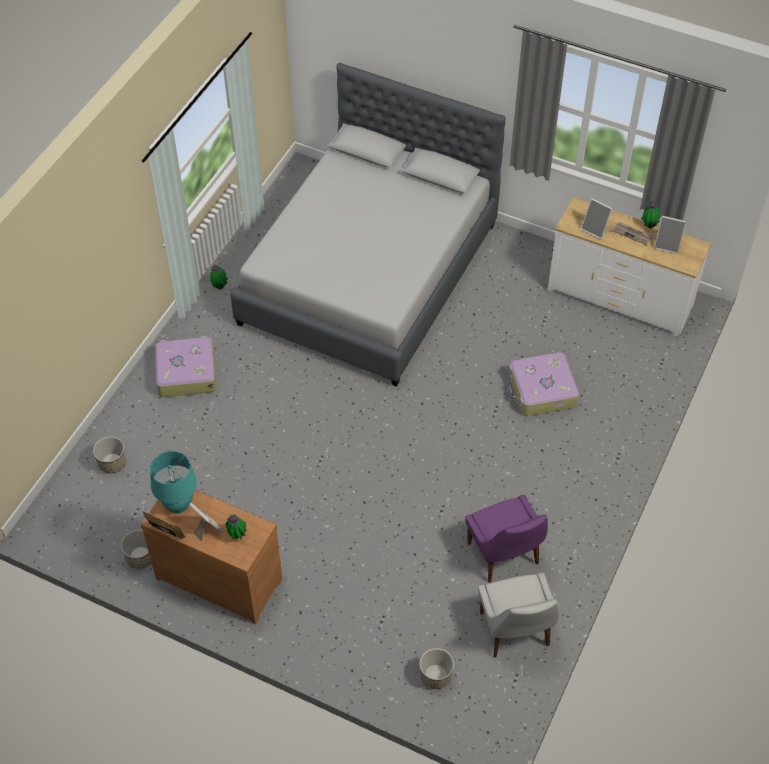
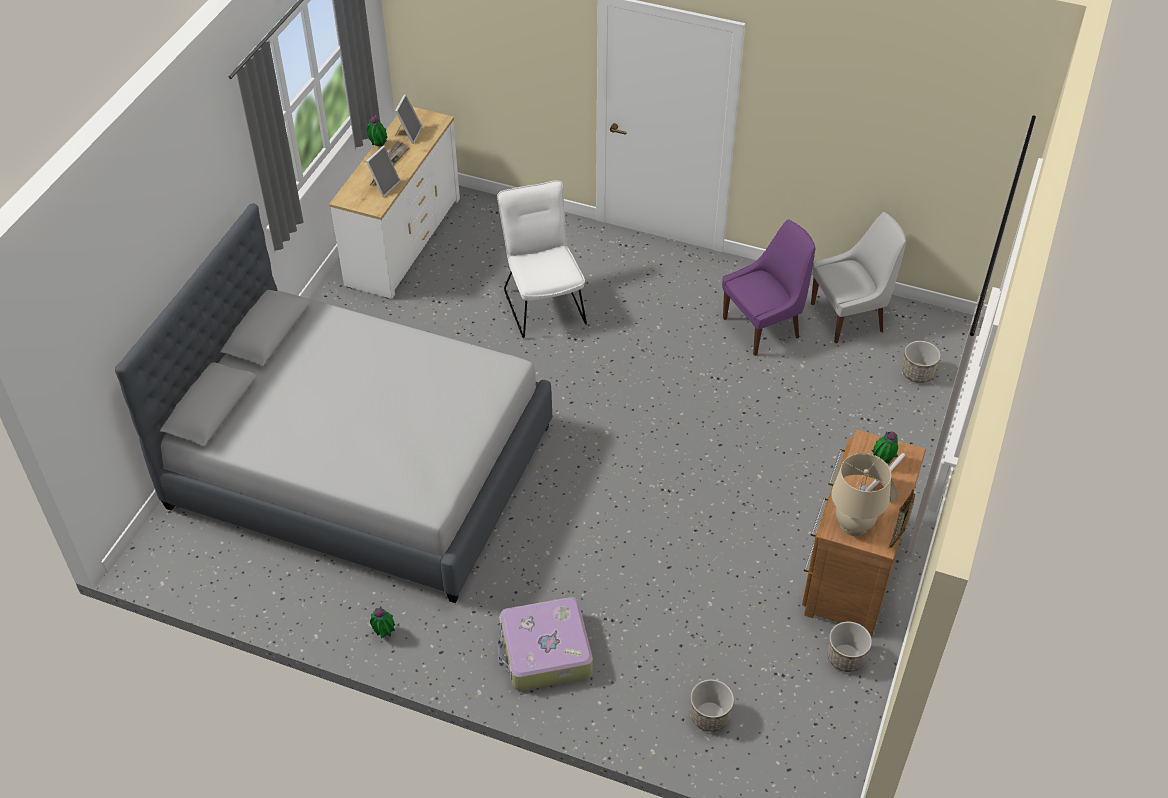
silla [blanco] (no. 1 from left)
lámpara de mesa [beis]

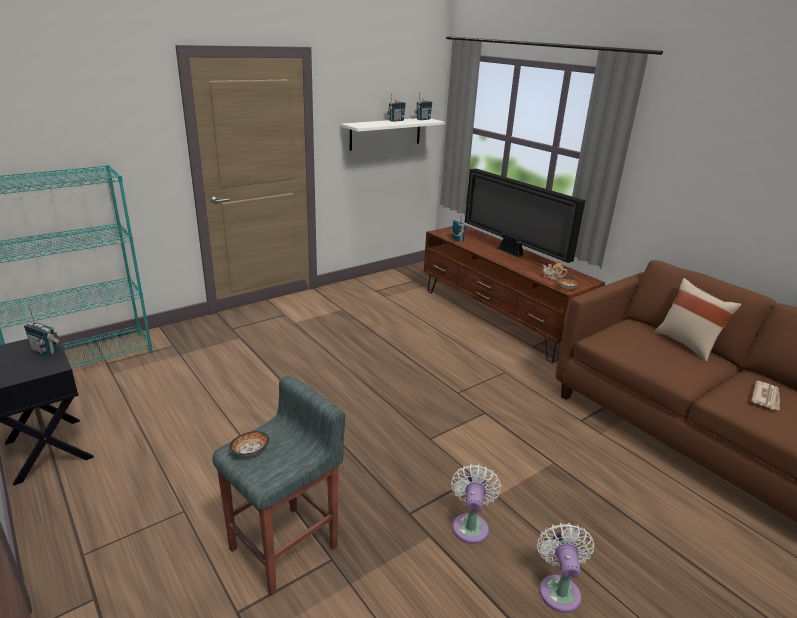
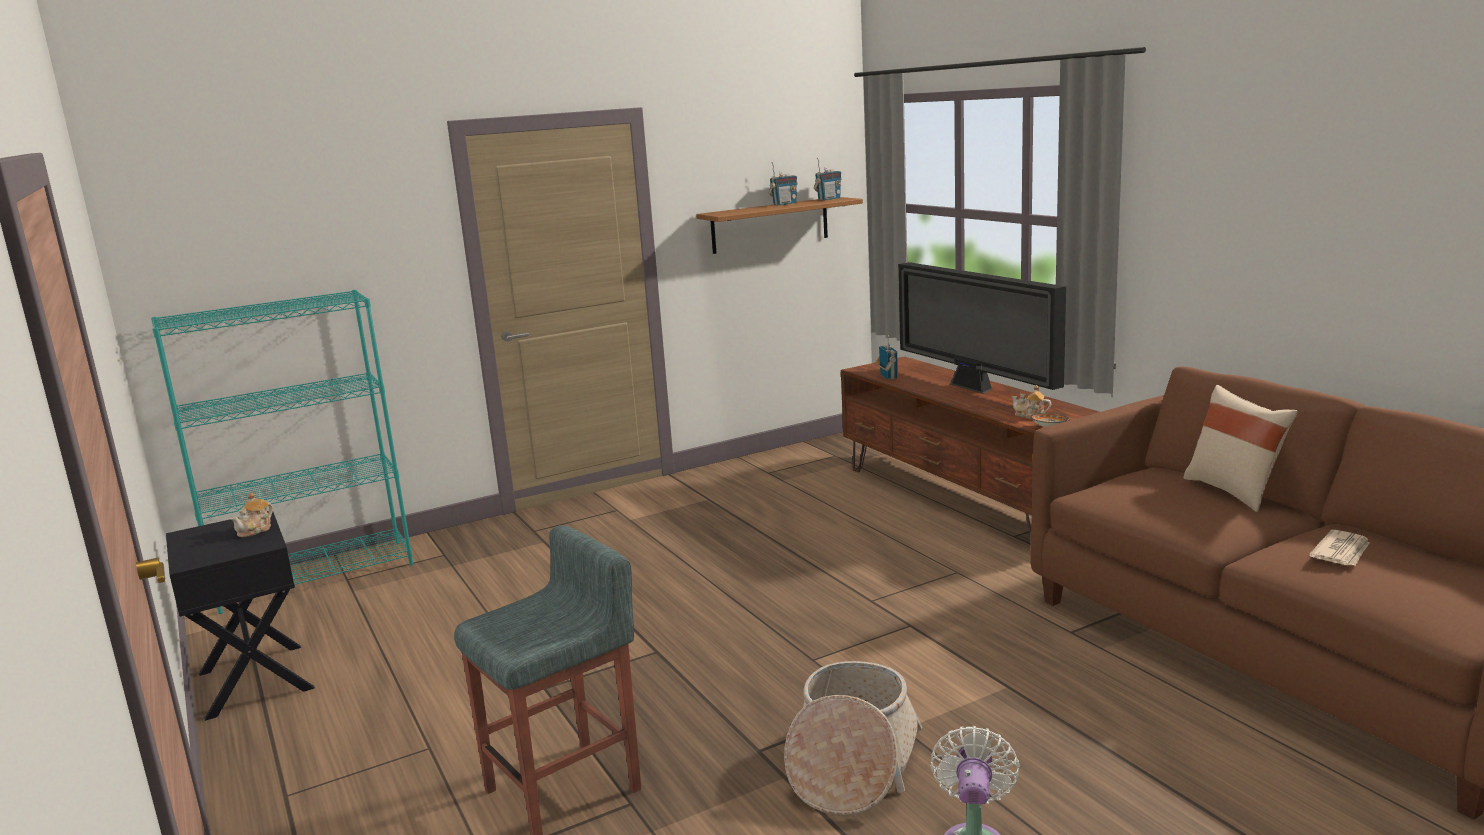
tetera (no. 1 from left)
estante [marrón]
cesta
cuenco (no. 1 from left in the first image)

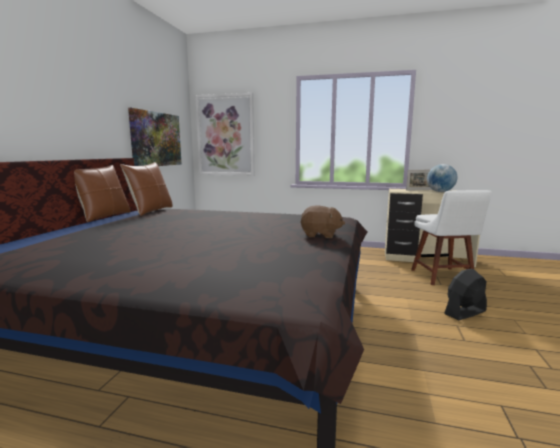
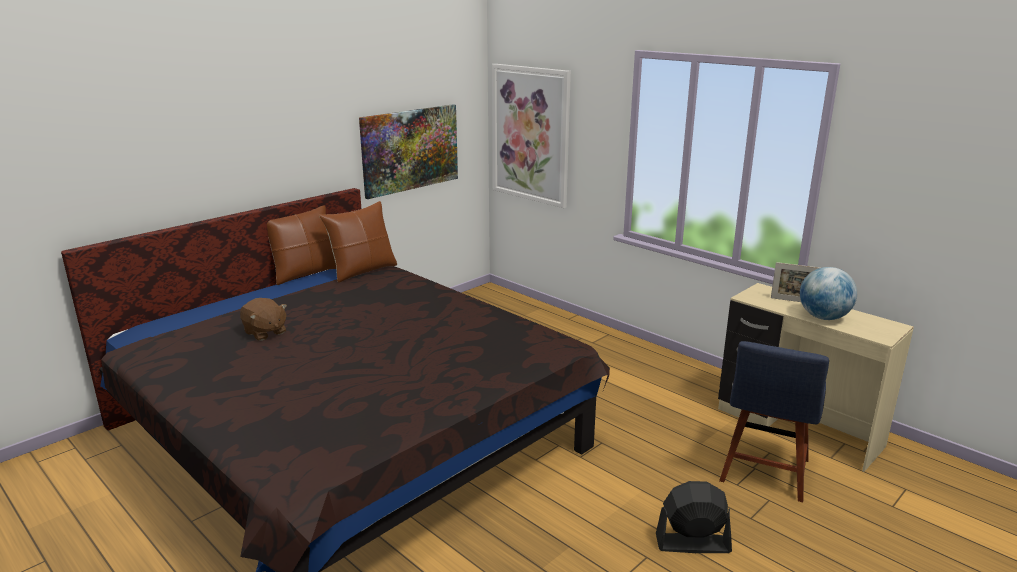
peluche [marrón]
silla [azul]

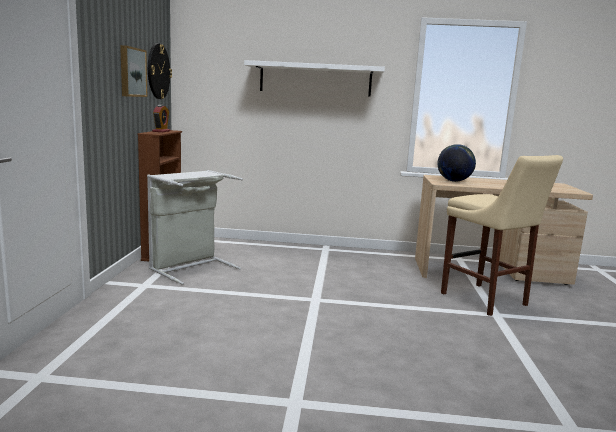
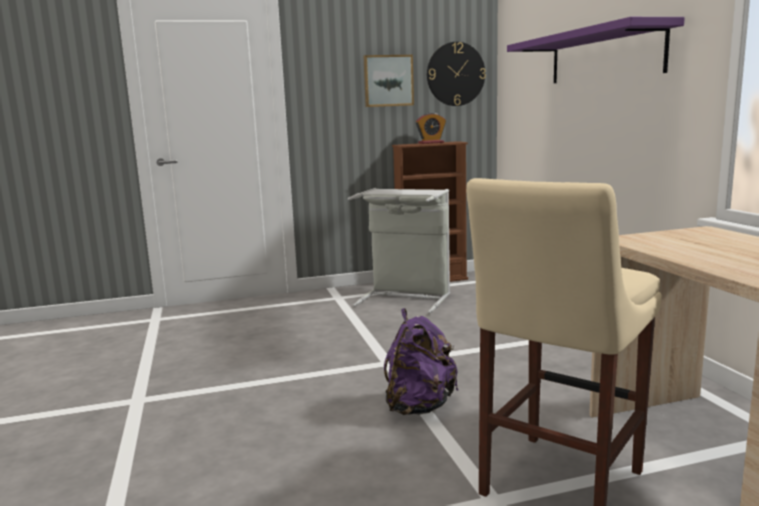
mochila [morado]
estante [morado]
globo terráqueo

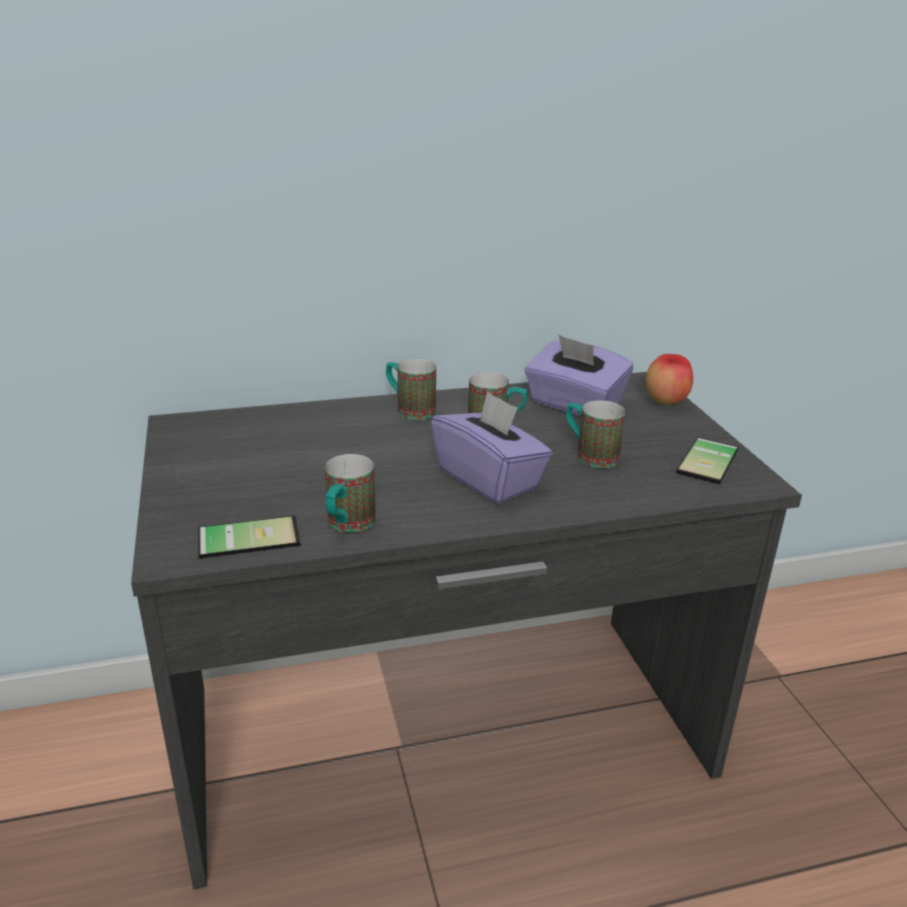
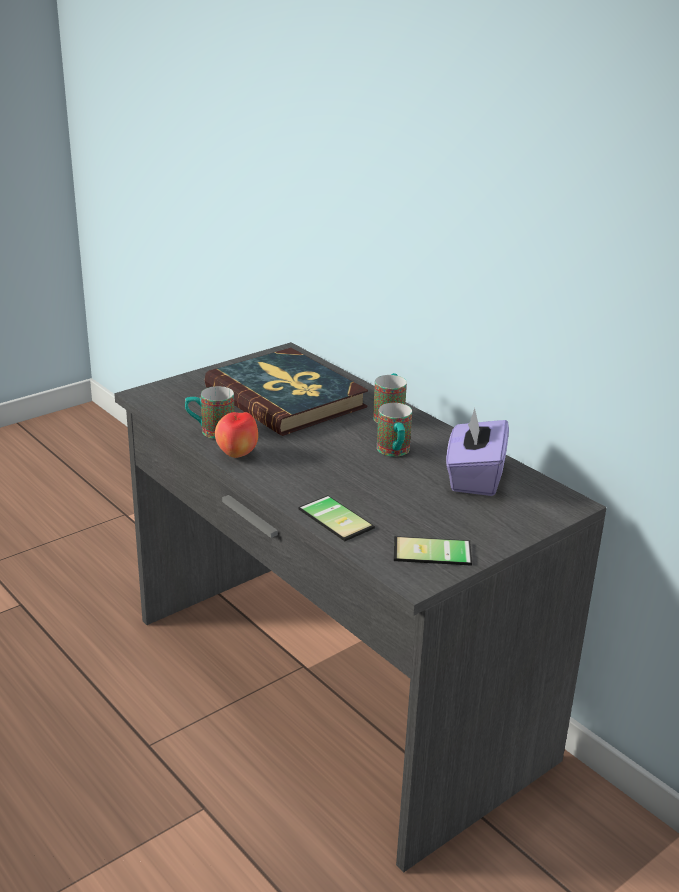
libro
manzana
móvil (no. 1 from left)
caja de pañuelos [morado] (no. 1 from left in the first image)
taza grande (no. 4 from left in the first image)

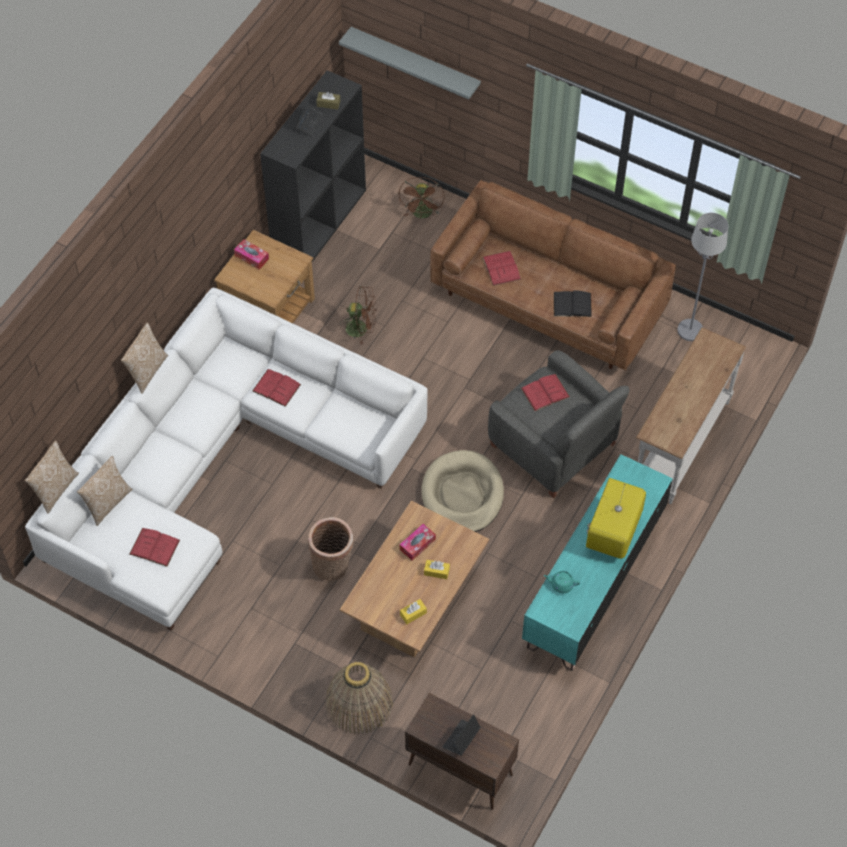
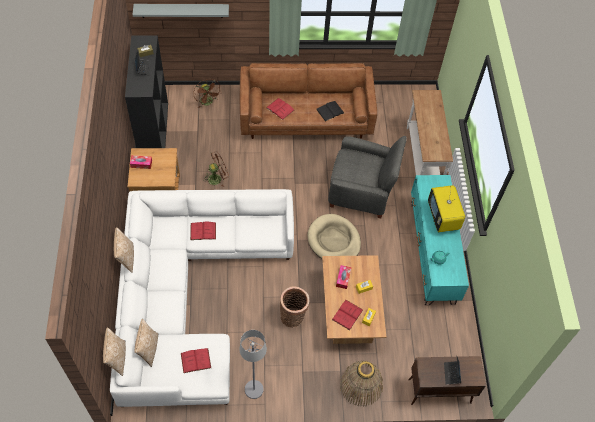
lámpara de pie [gris]
libro [rojo] (no. 4 from left)

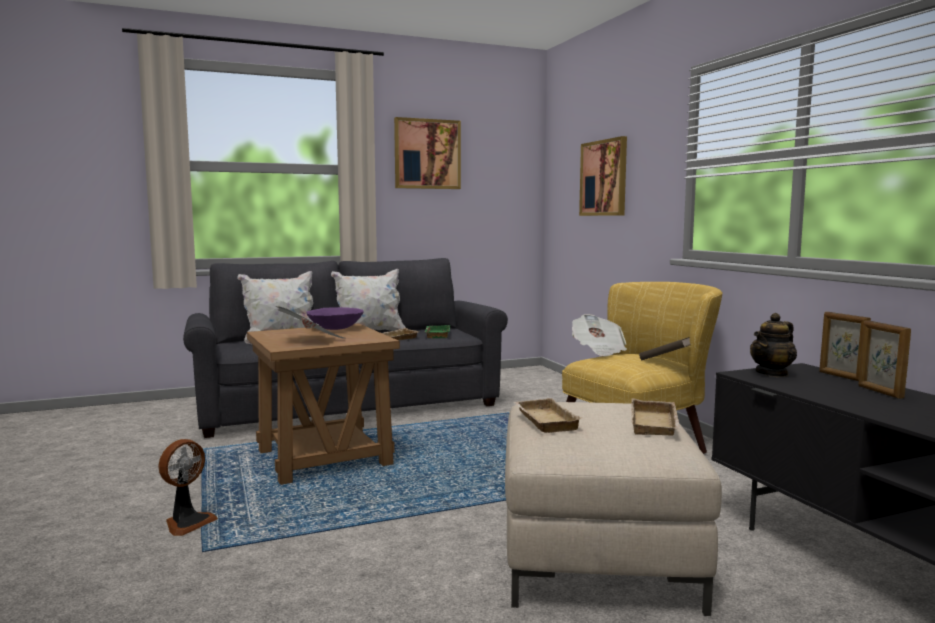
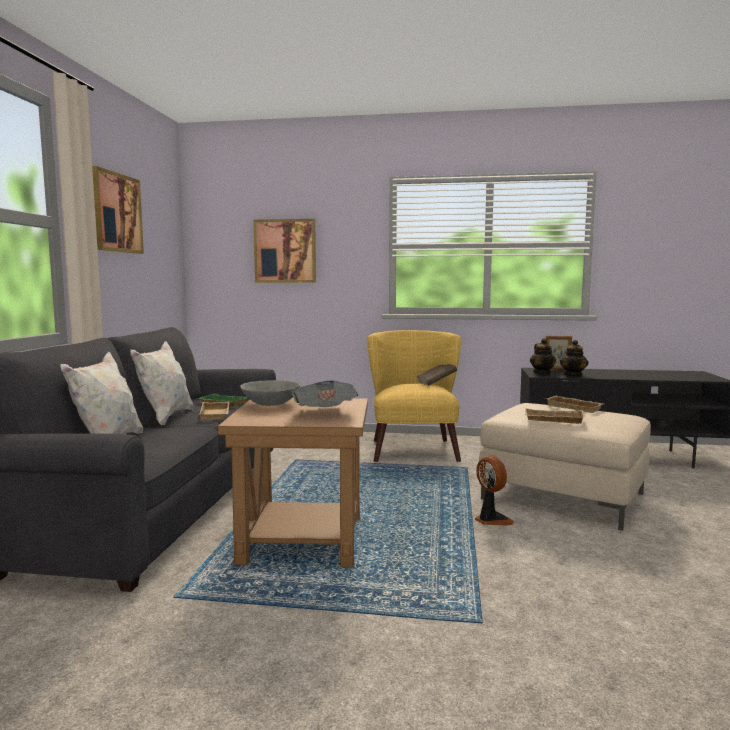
cuenco [gris]
ventilador
tetera (no. 2 from left)
periódico (no. 2 from left in the first image)
portarretratos (no. 2 from left in the first image)

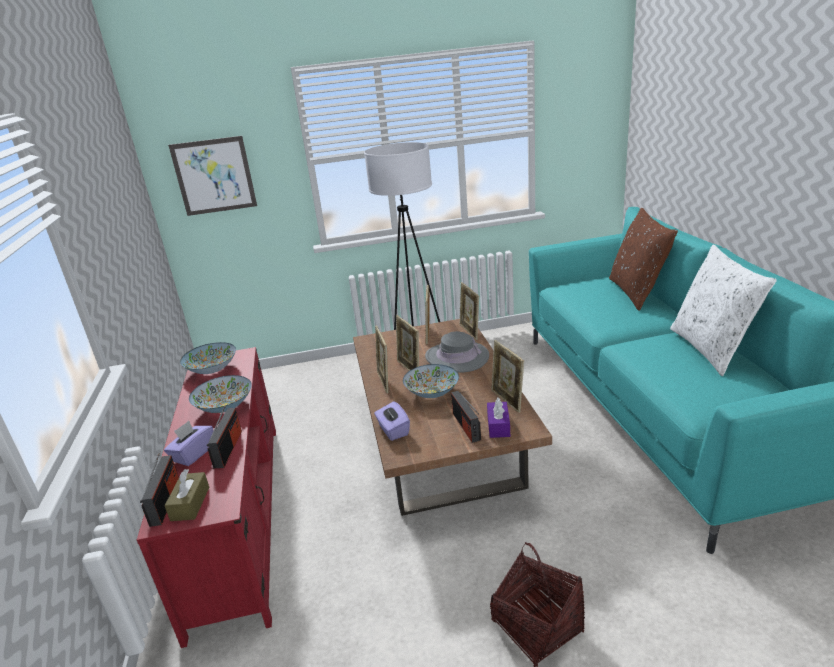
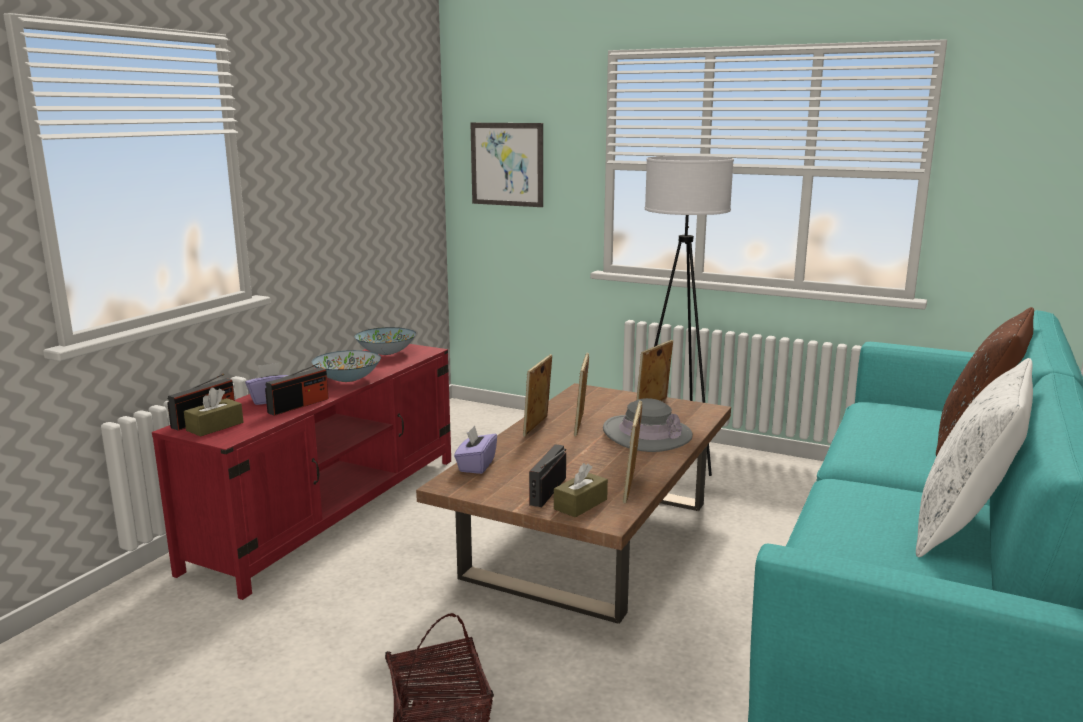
caja de pañuelos [marrón] (no. 2 from left)
cuenco (no. 3 from left in the first image)
portarretratos (no. 4 from left in the first image)

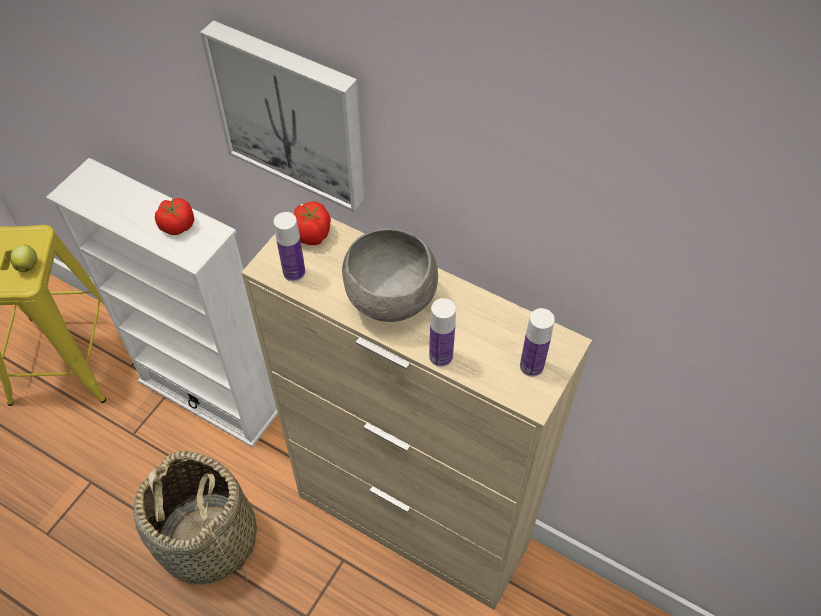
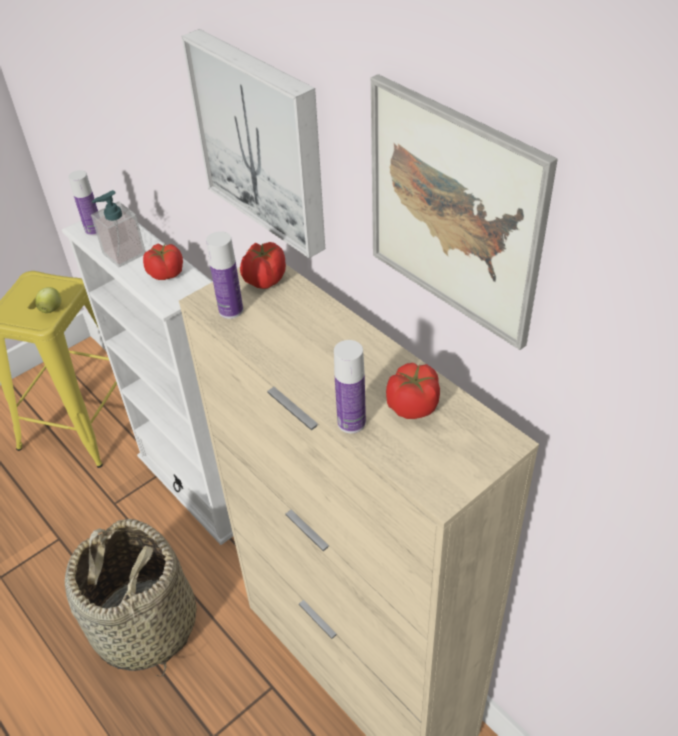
botella (no. 1 from left)
dispensador de jabón
cuadro (no. 2 from left)
tomate (no. 3 from left)
cuenco [gris]

